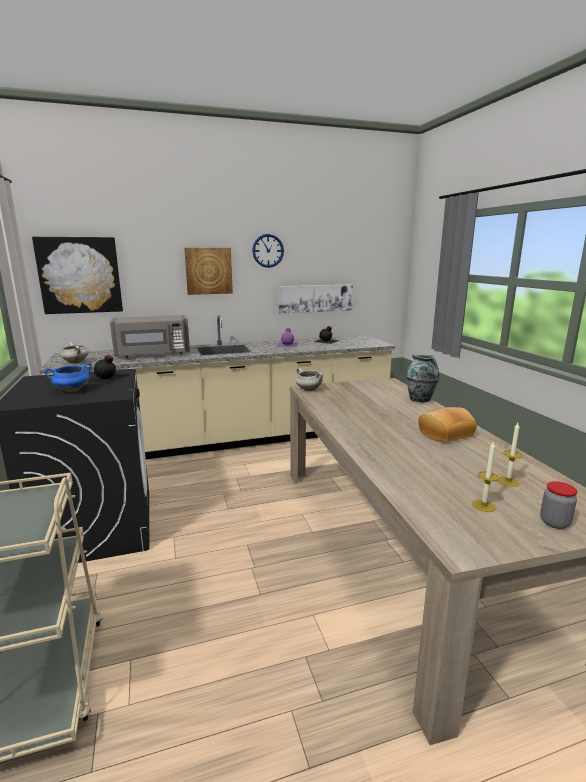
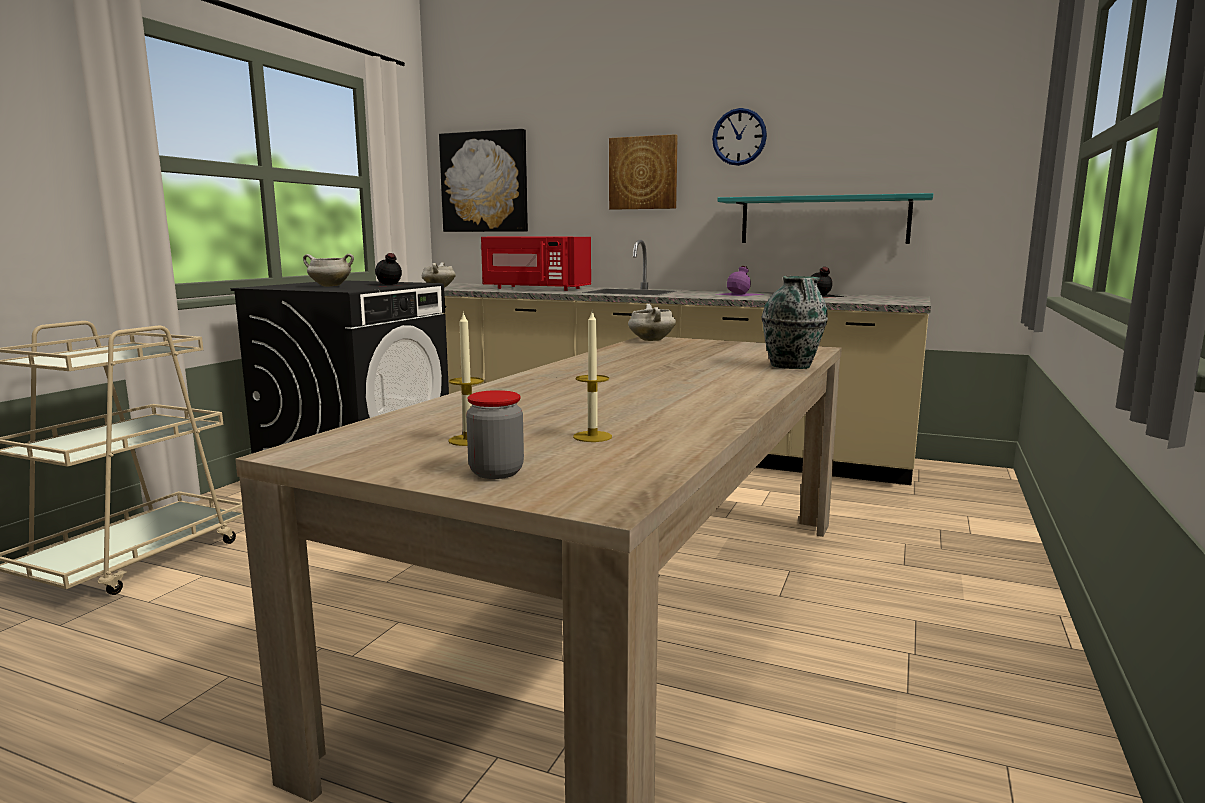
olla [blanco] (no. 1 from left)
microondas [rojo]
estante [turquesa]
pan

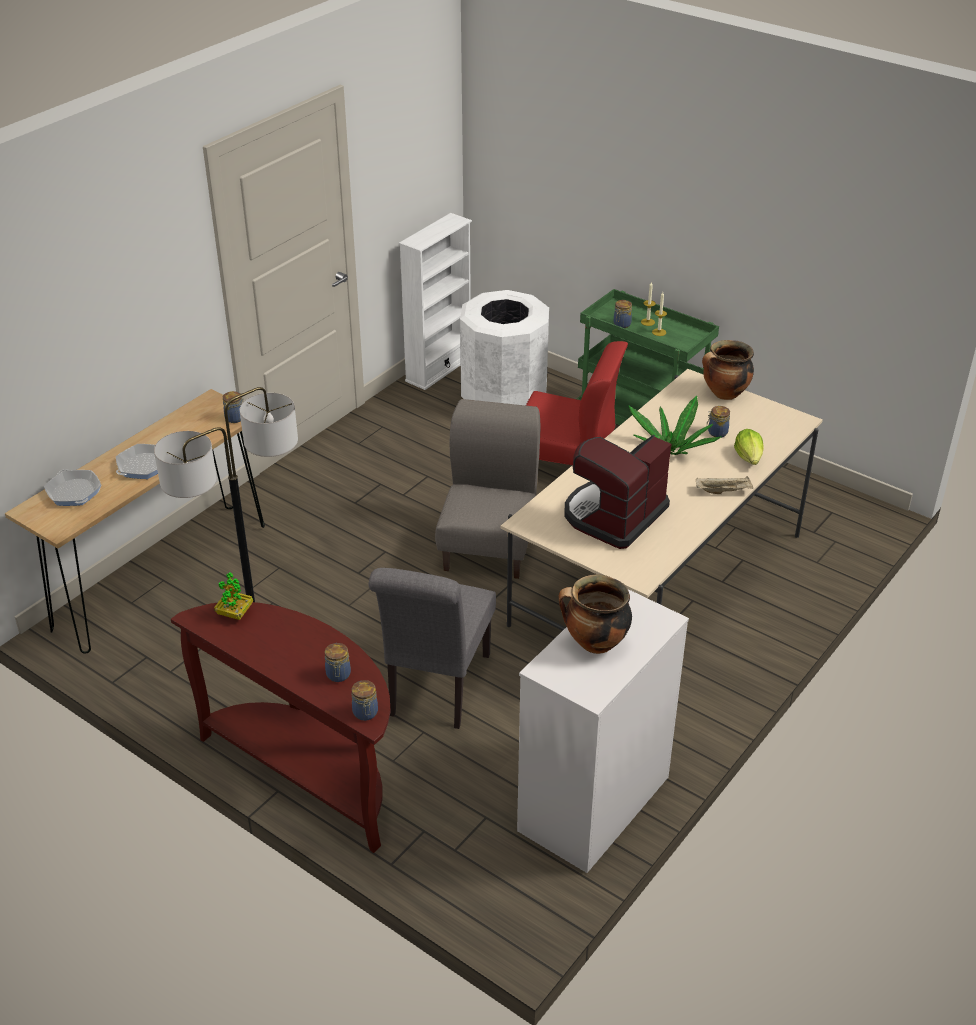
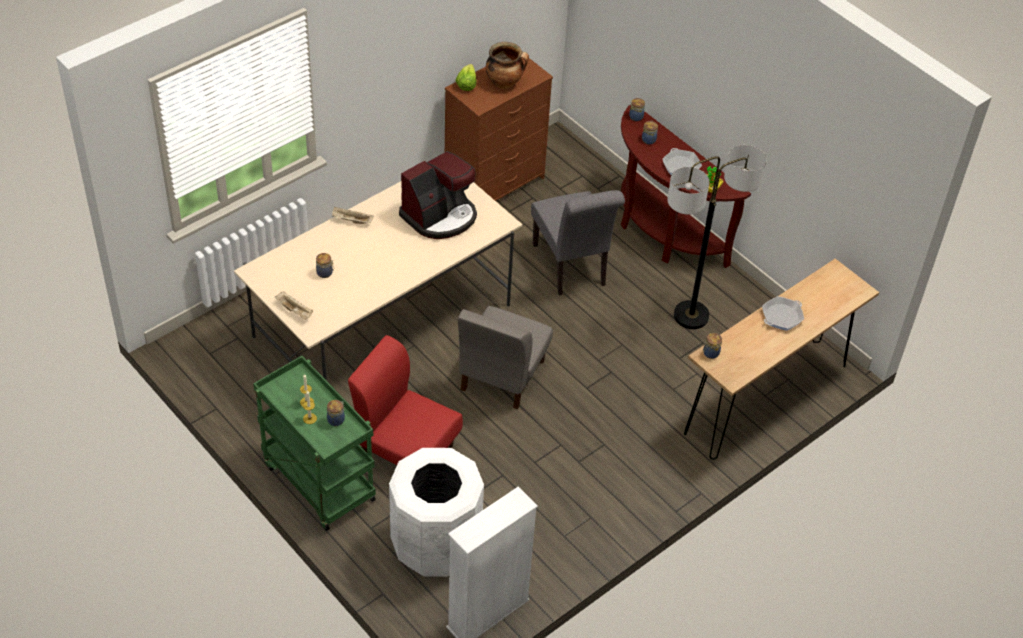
bandeja [beis] (no. 1 from left)
cómoda [marrón]
lechuga
silla [gris] (no. 2 from left)
sartén (no. 1 from left)
planta en maceta (no. 2 from left in the first image)

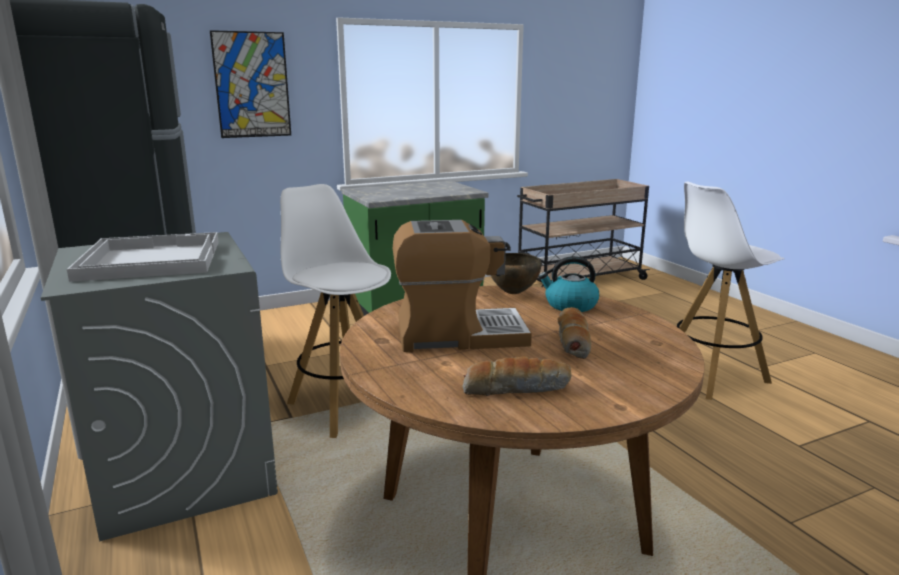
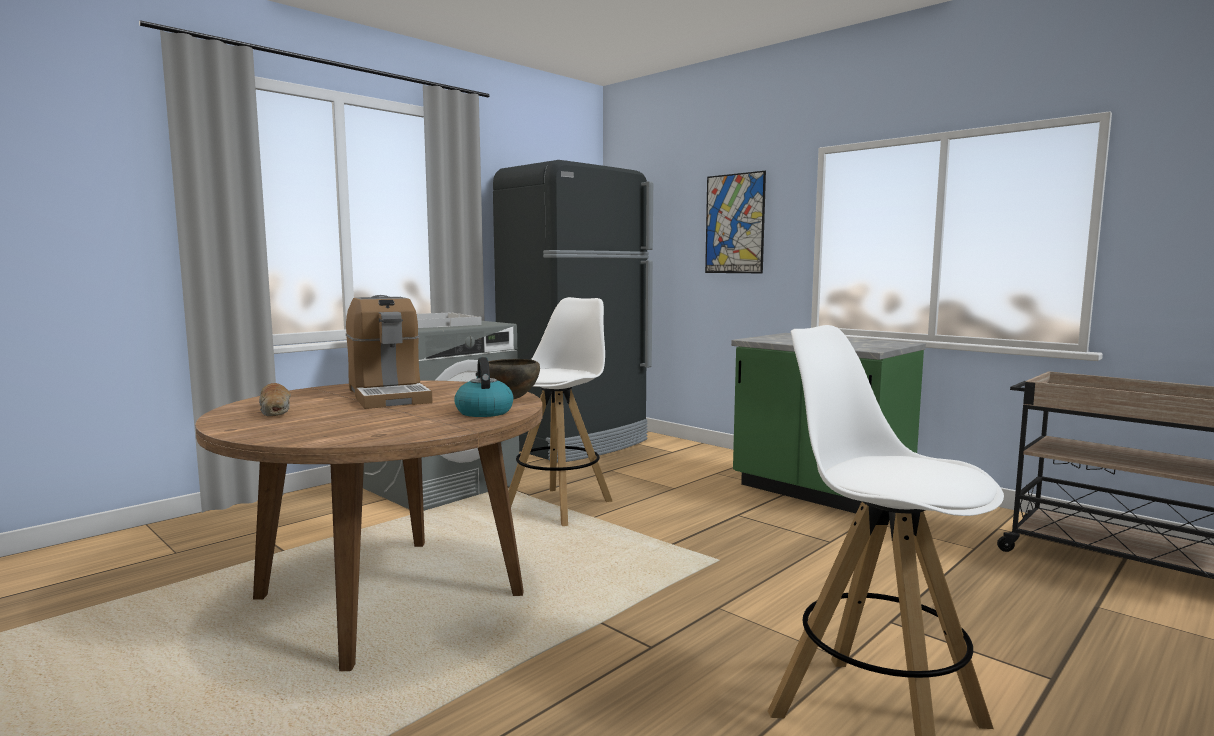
pan (no. 2 from left in the first image)

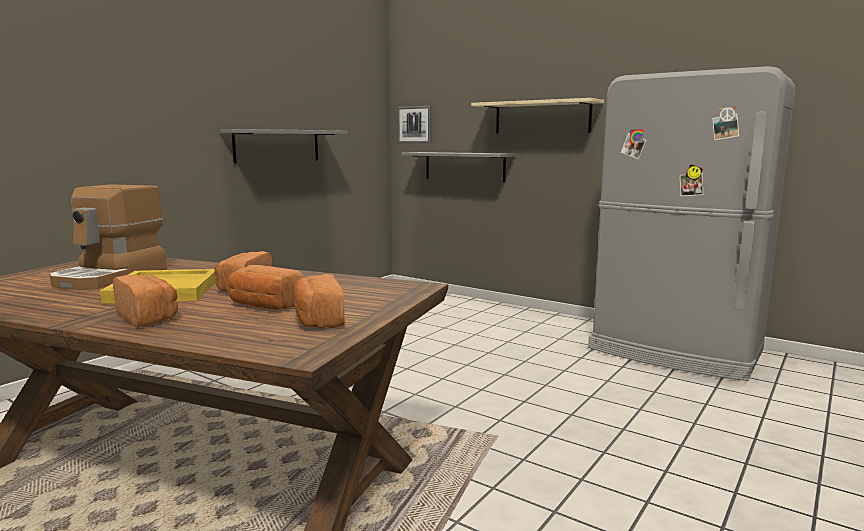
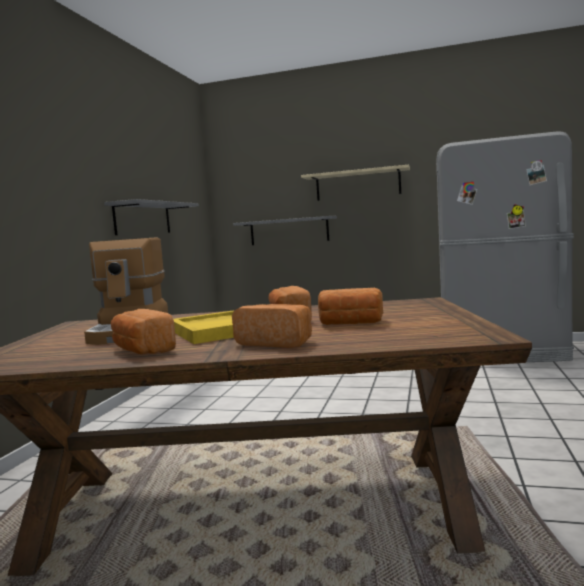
pan (no. 1 from left)
cuadro

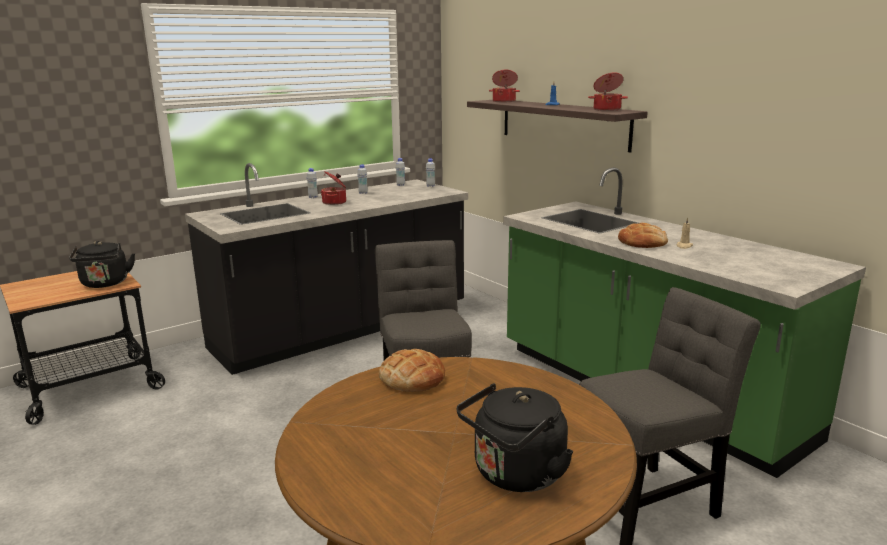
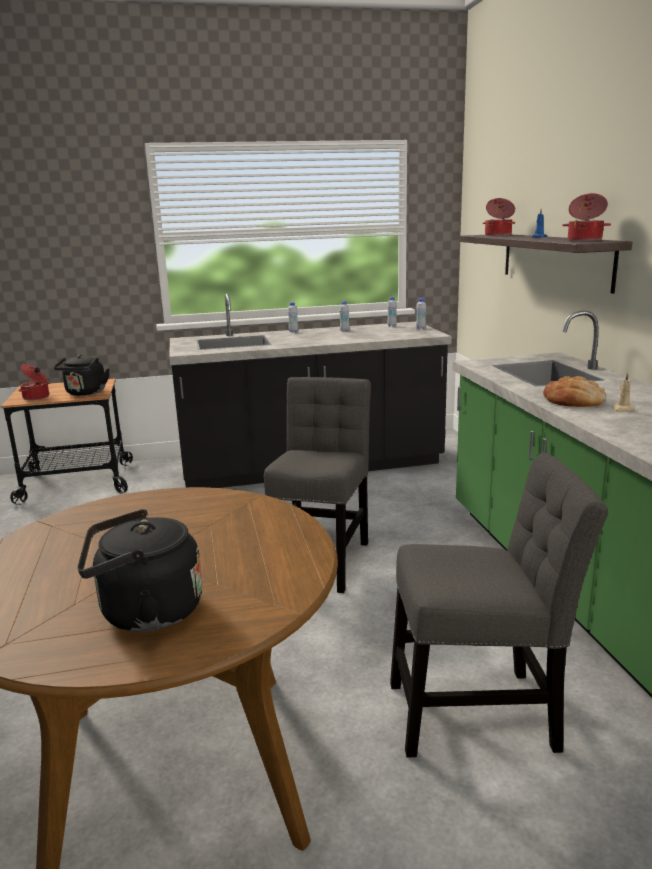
olla (no. 1 from left)
pan (no. 1 from left in the first image)

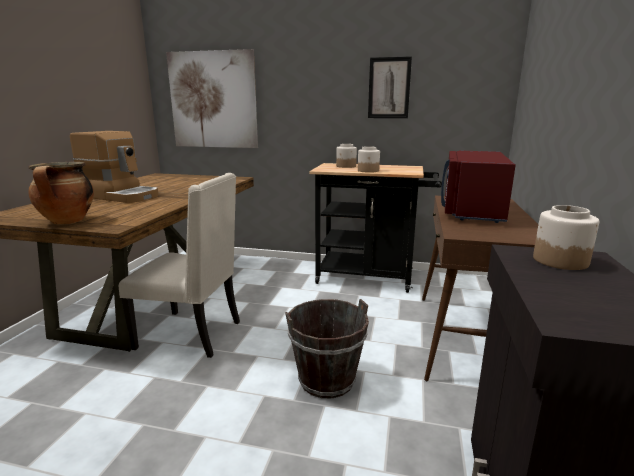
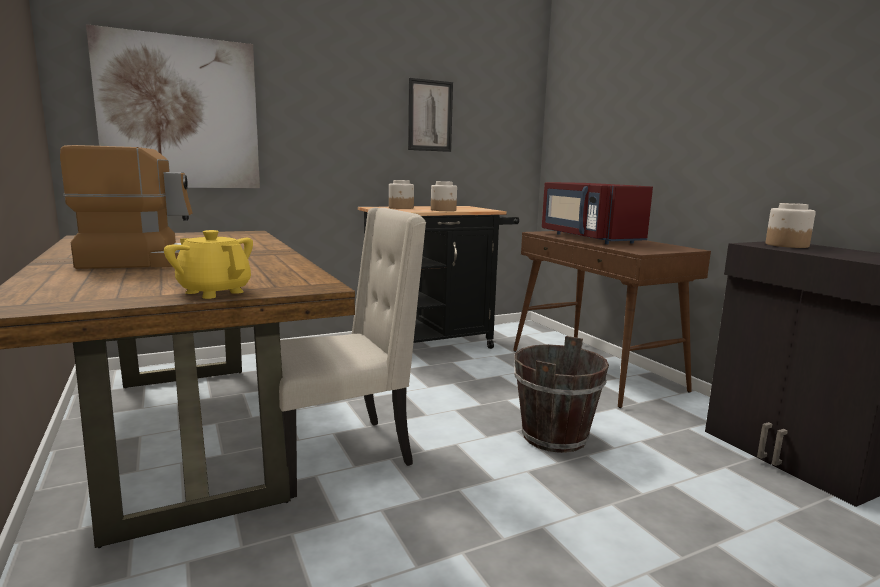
tetera [amarillo]

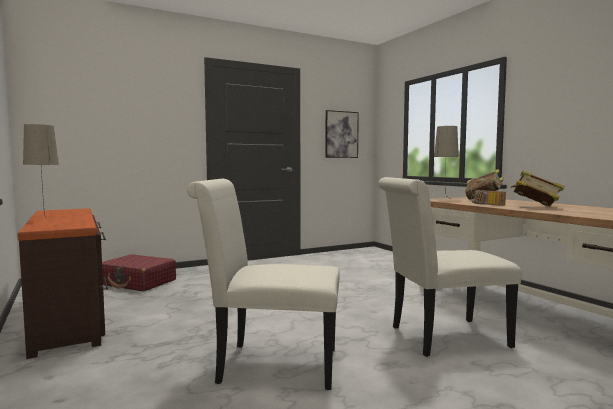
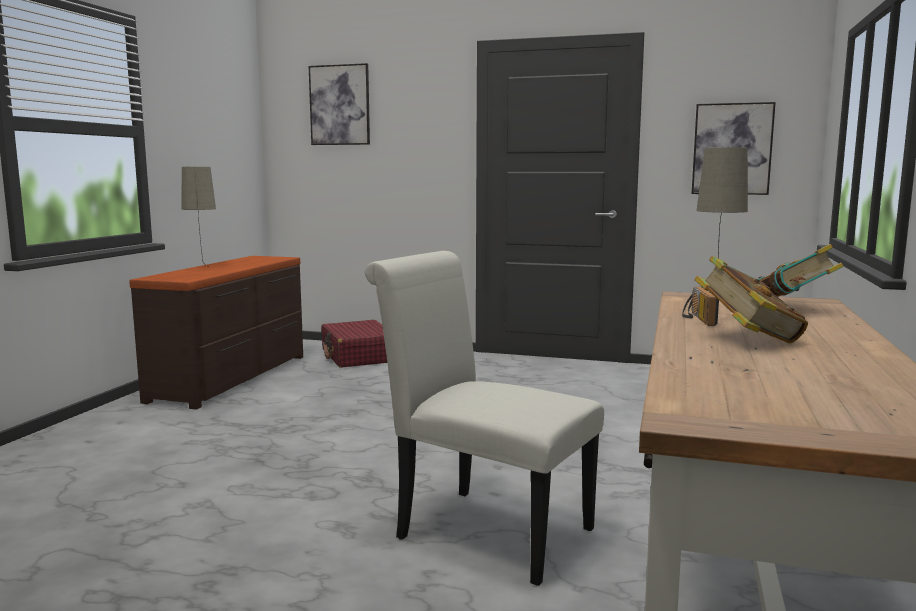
cuadro (no. 1 from left)
silla [blanco] (no. 1 from left in the first image)

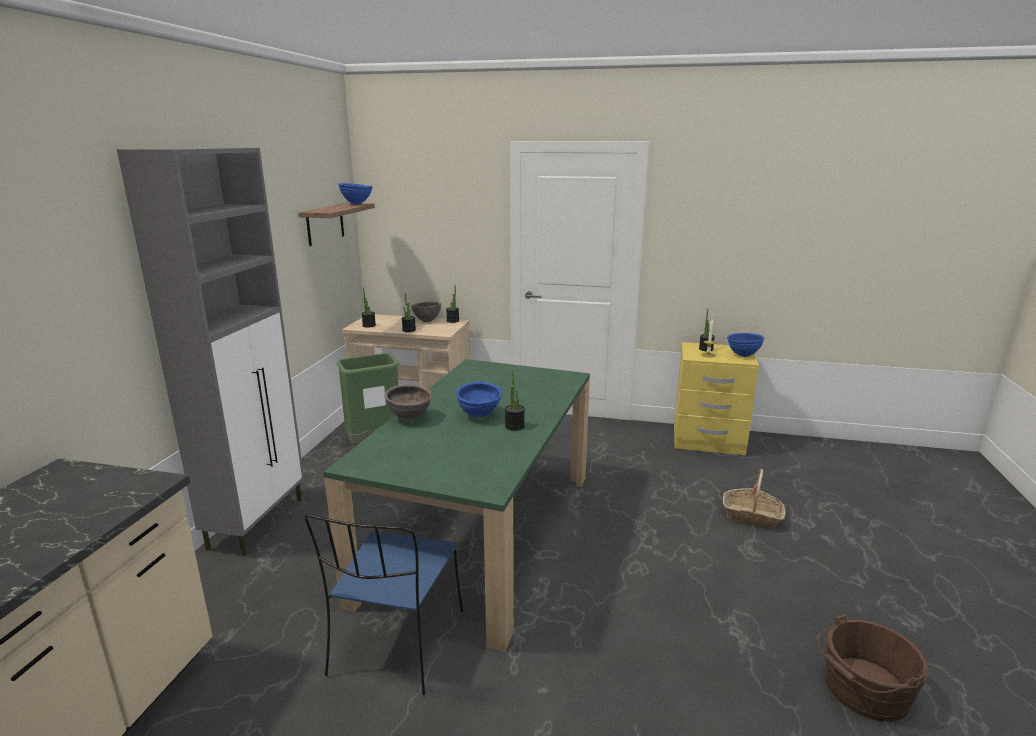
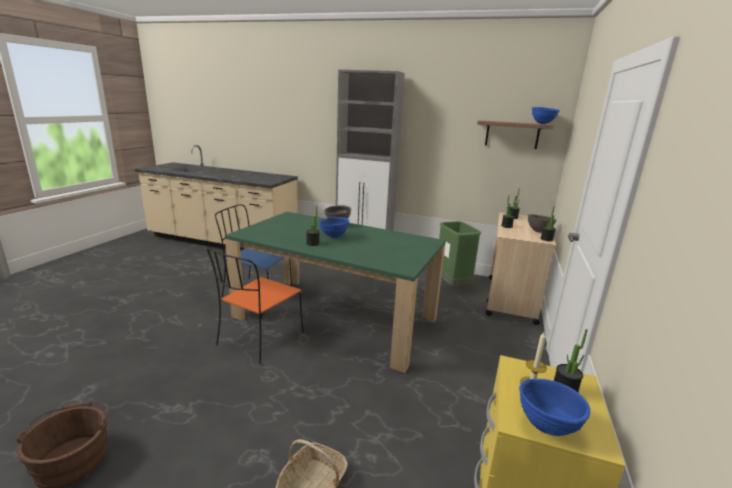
silla [naranja]

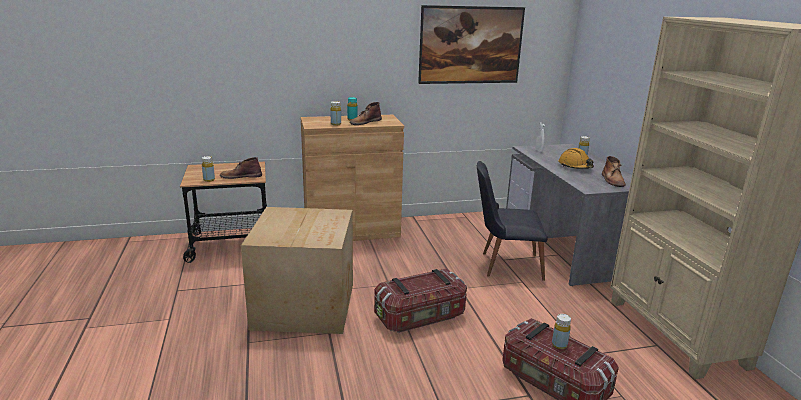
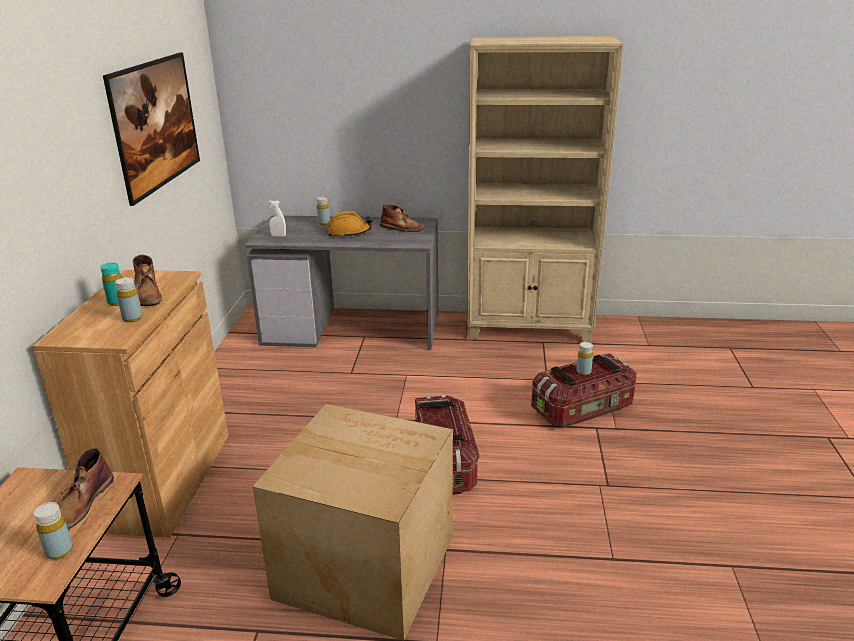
silla [negro]

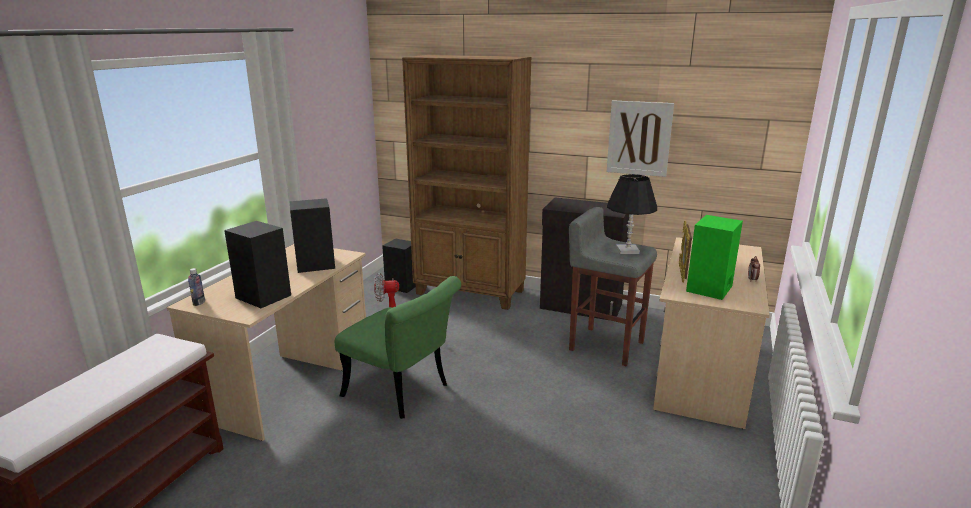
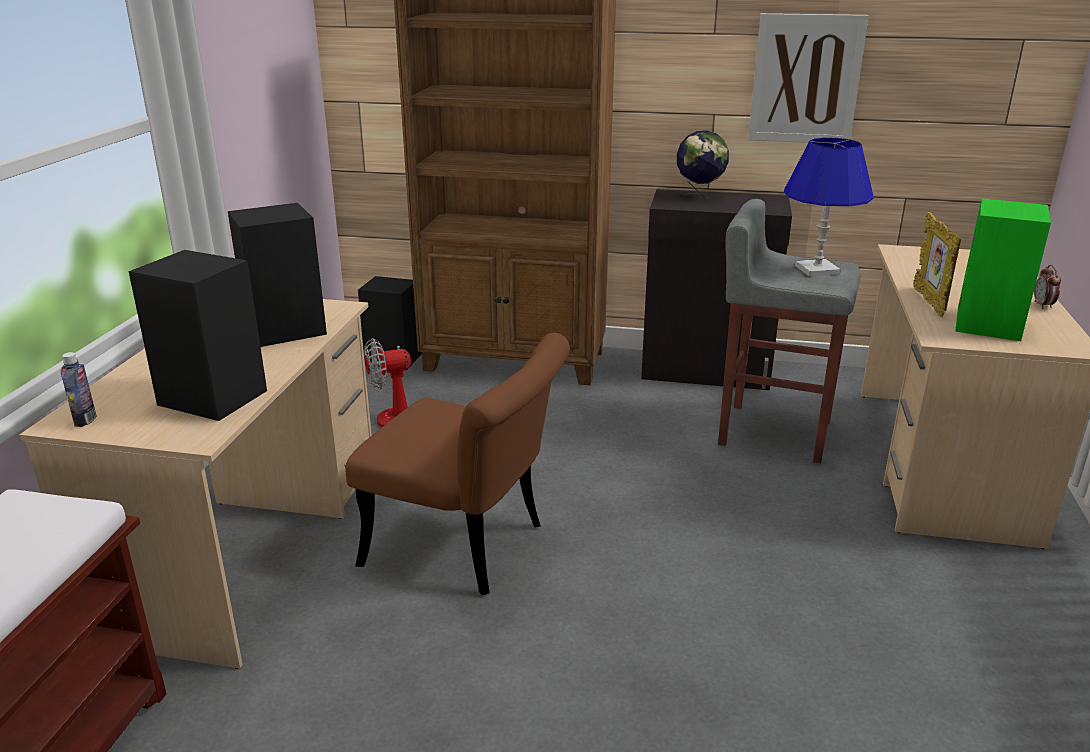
silla [marrón]
globo terráqueo
lámpara de mesa [azul]

